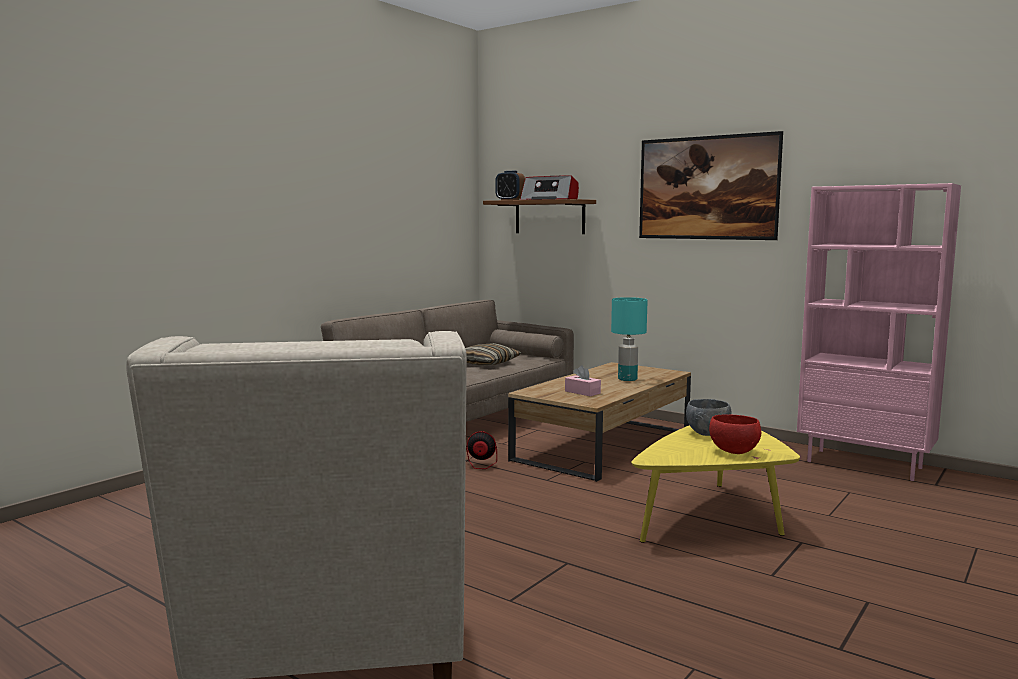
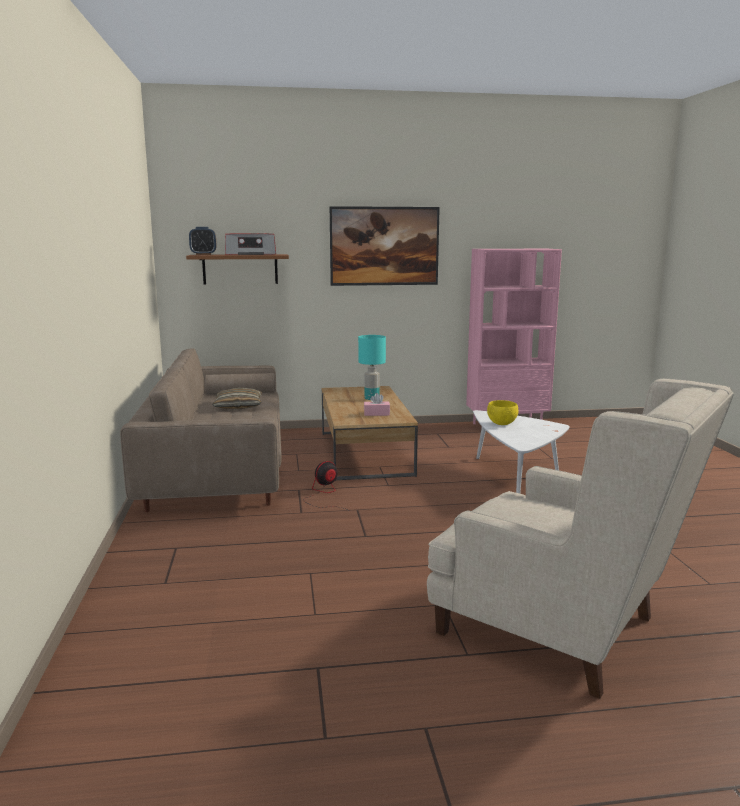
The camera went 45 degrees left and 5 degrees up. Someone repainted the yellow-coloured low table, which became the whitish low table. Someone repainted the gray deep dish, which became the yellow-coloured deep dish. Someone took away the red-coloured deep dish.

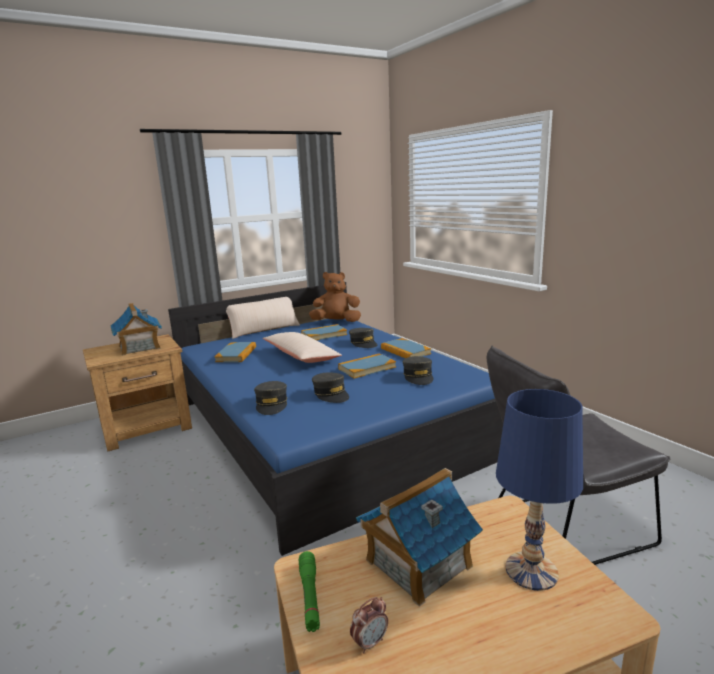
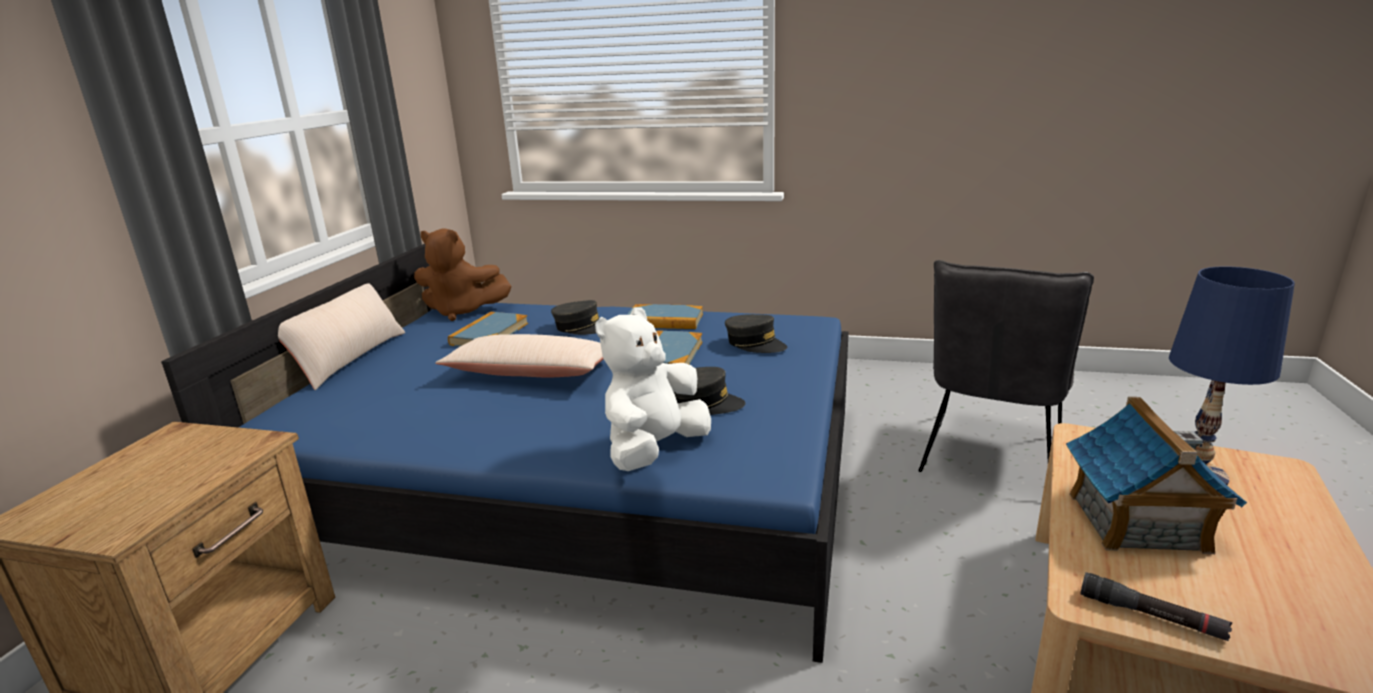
The camera went 45 degrees left and 5 degrees up. Someone took away the miniature house (no. 1 from left). Someone took away the bound book (no. 1 from left). Someone swapped the gray cap (no. 1 from left) for the whitish cuddly toy. Someone repainted the green-coloured torch, which became the blackish torch. Someone rotated the brownish cuddly toy by 120 degrees counterclockwise. Someone took away the table clock.

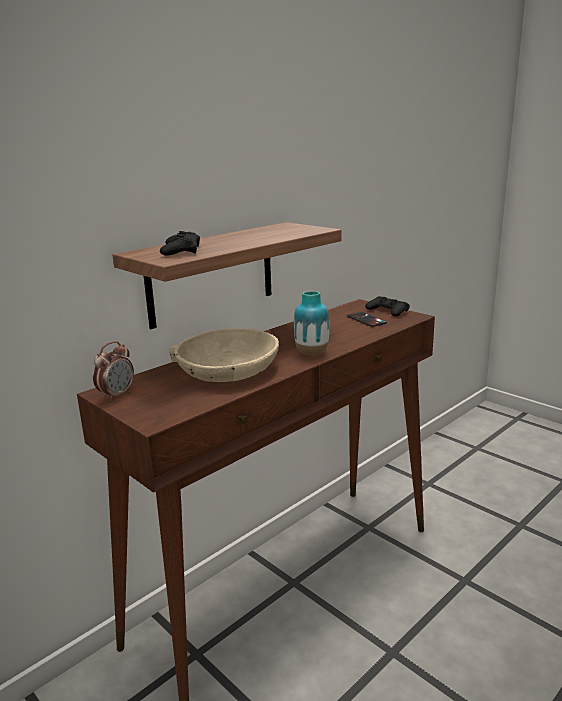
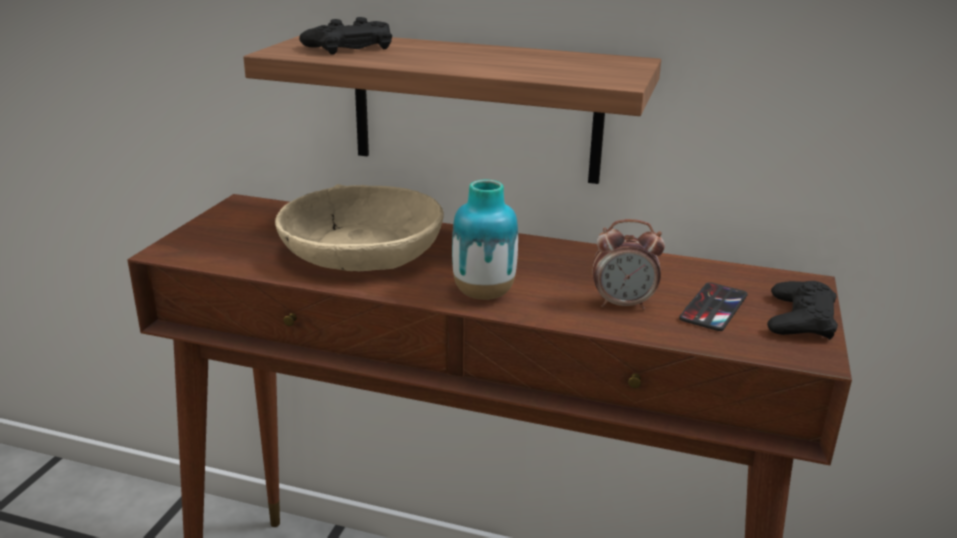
The camera went 60 degrees right and 5 degrees up. Someone carried the table clock.

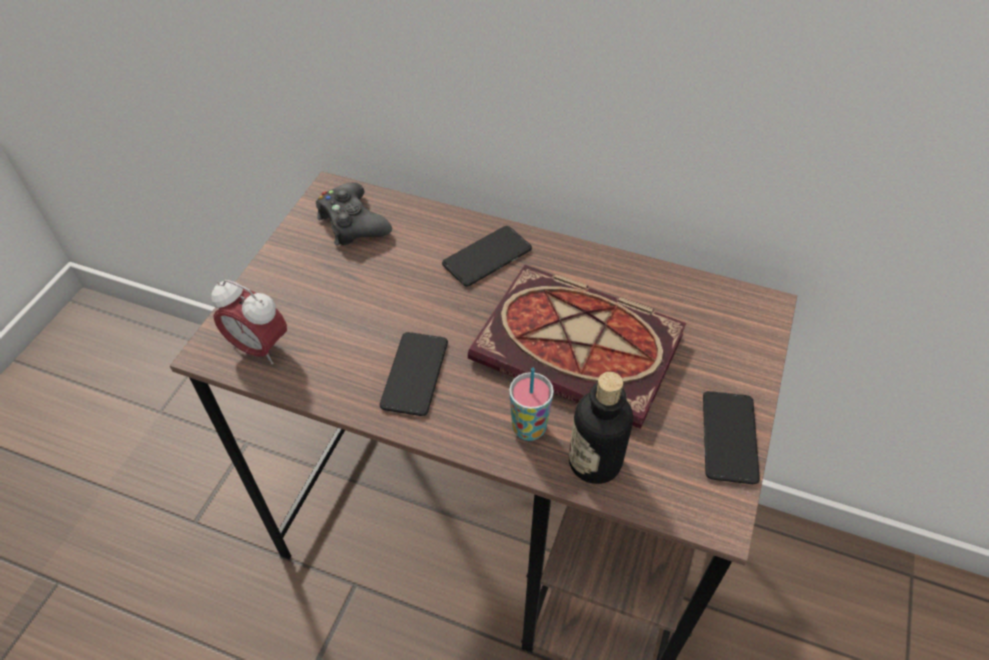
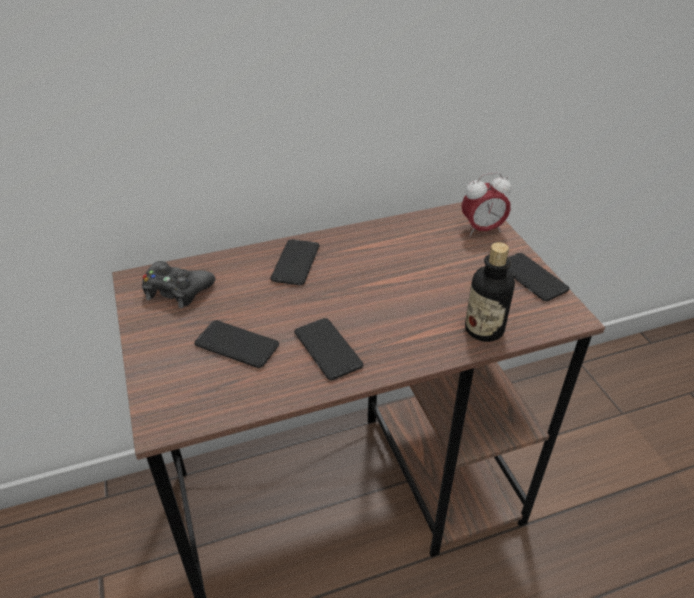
The camera went 40 degrees left and 10 degrees down. Someone carried the table clock. Someone took away the bound book. Someone took away the cup. Someone put down the handset (no. 1 from left).

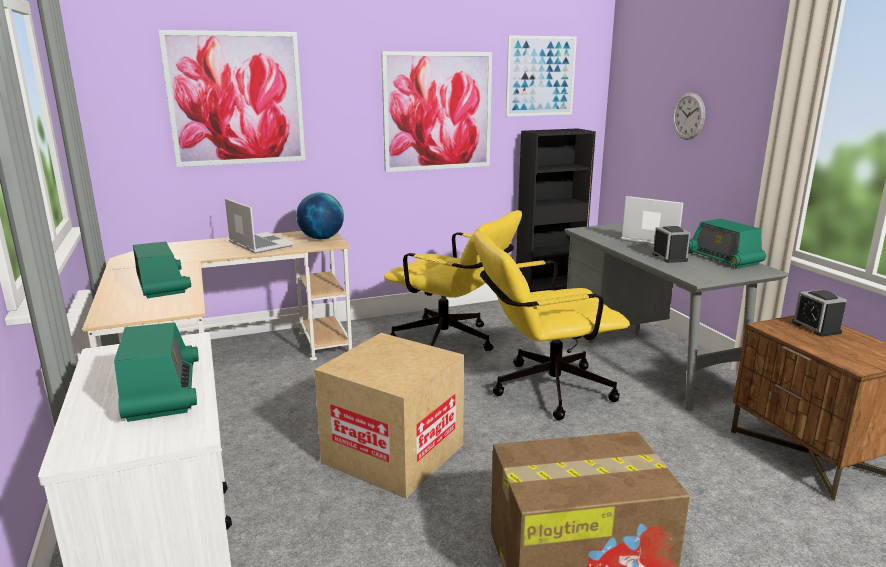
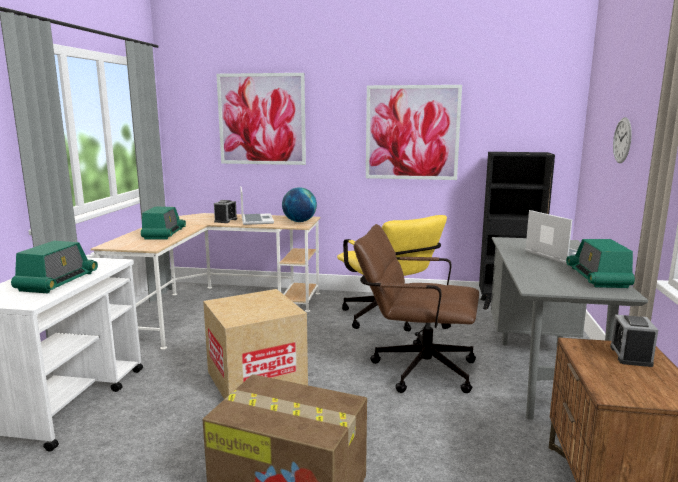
The camera went 30 degrees right and 5 degrees down. Someone repainted the yellow-coloured office chair (no. 2 from left), which became the brownish office chair. Someone took away the picture (no. 3 from left). Someone carried the table clock (no. 1 from left).

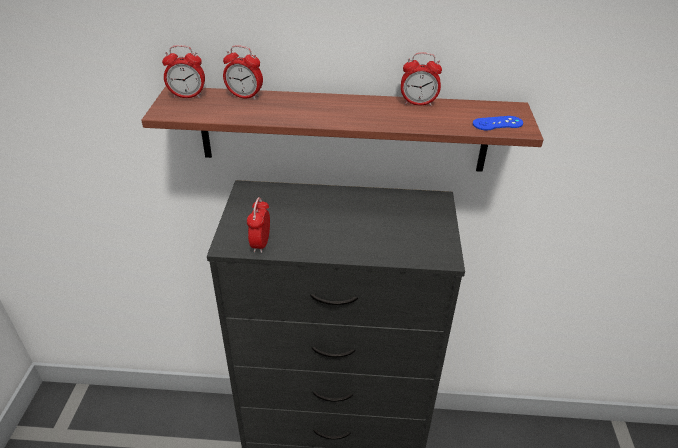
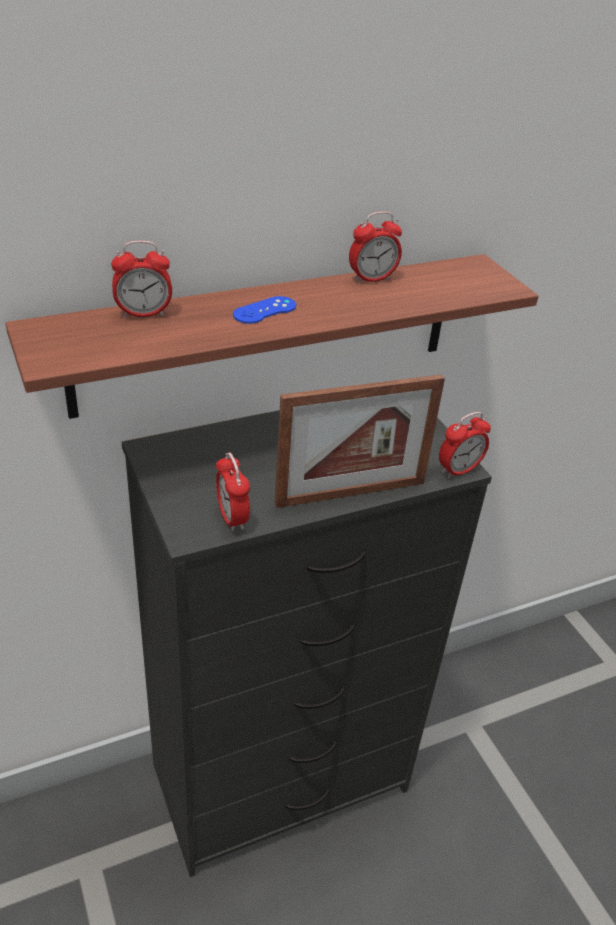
The camera went 30 degrees left and 0 degrees up. Someone carried the table clock (no. 1 from left in the first image). Someone carried the blue-coloured joypad. Someone put down the standing frame.

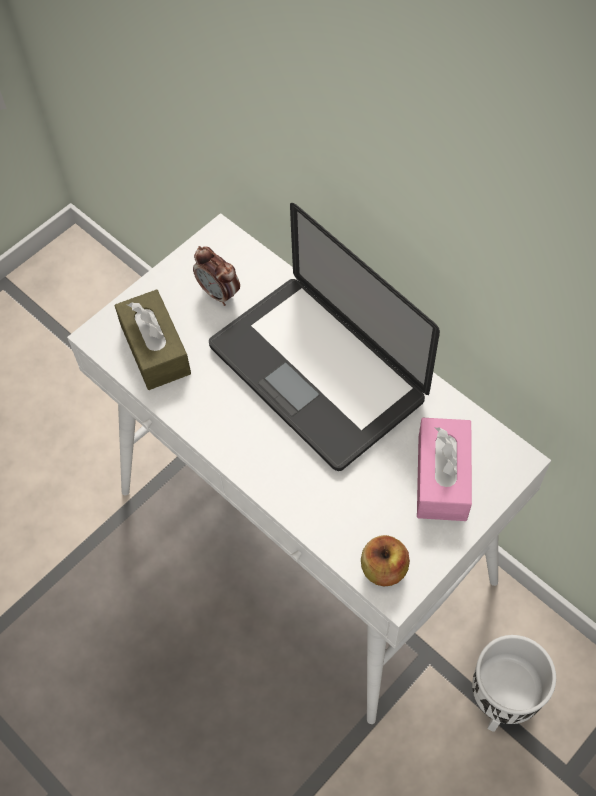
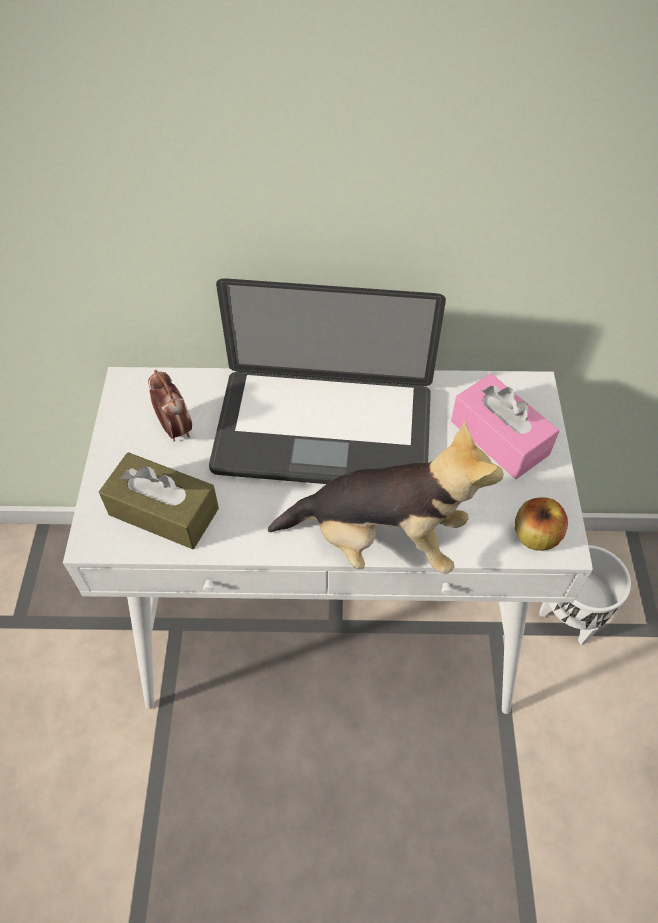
The camera went 45 degrees left and 5 degrees down. Someone rotated the table clock by 120 degrees counterclockwise. Someone put down the cuddly toy.

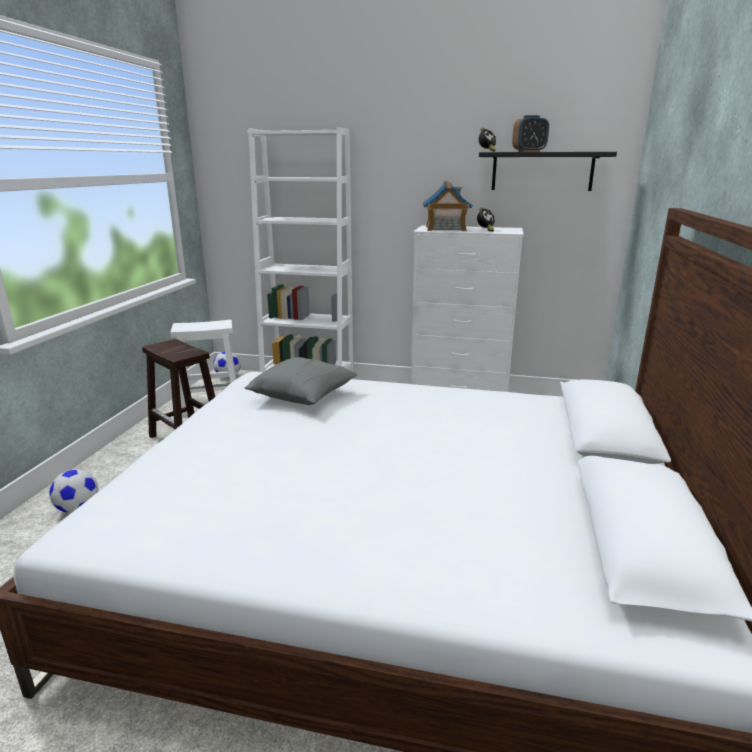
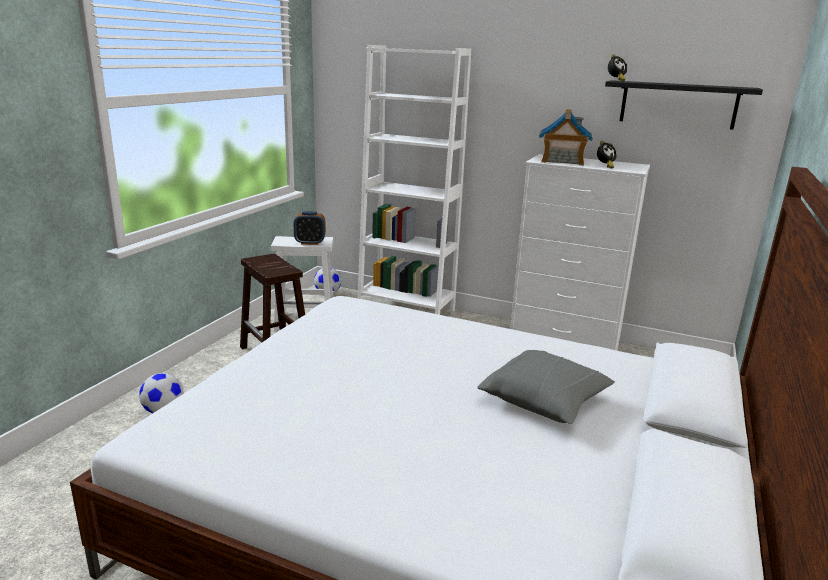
The camera went 10 degrees right and 0 degrees up. Someone carried the gray pillow. Someone carried the table clock (no. 3 from left in the first image).

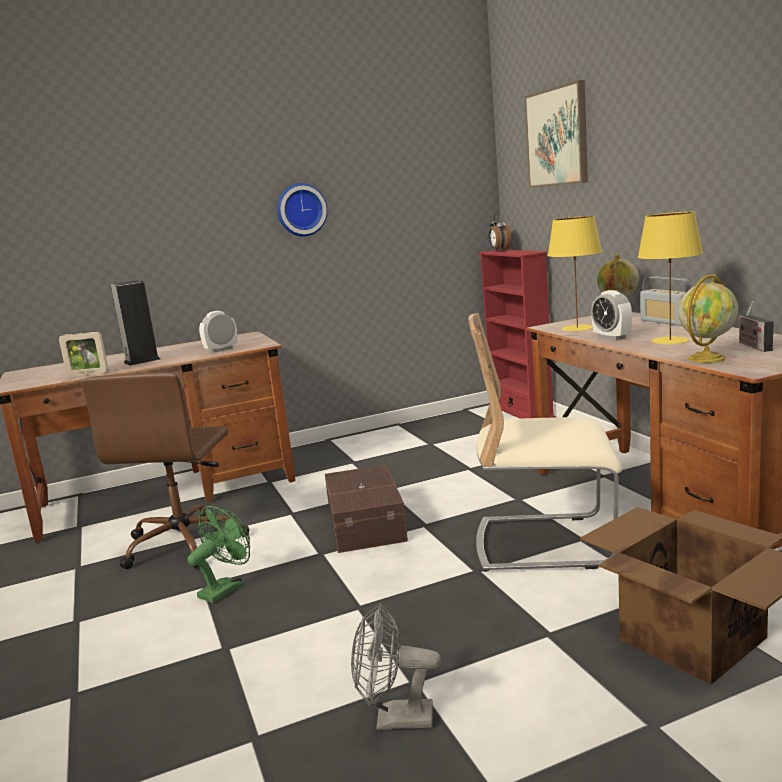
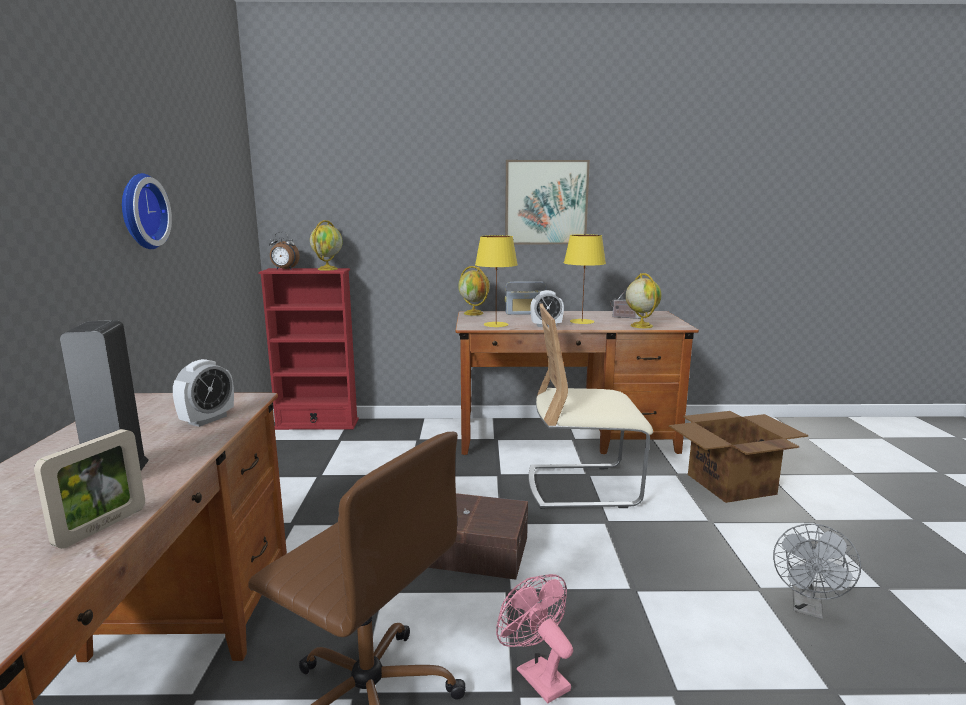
The camera went 70 degrees left and 0 degrees up. Someone repainted the green-coloured cooling fan, which became the pink cooling fan. Someone rotated the table clock (no. 1 from left) by 135 degrees counterclockwise. Someone rotated the sand-coloured chair by 60 degrees clockwise. Someone carried the picture. Someone put down the world globe (no. 1 from left).

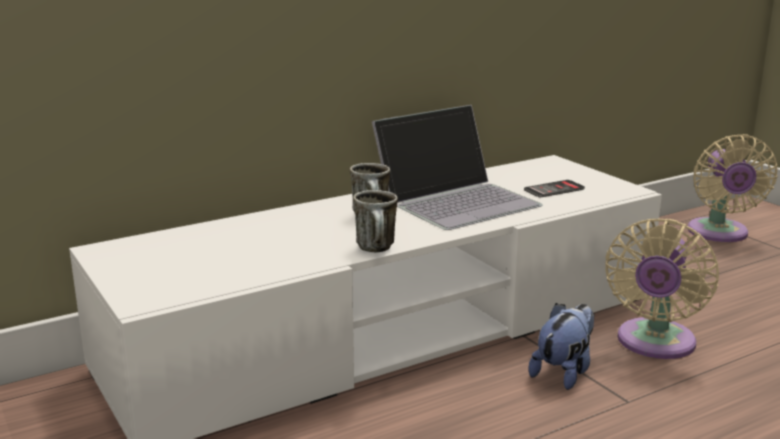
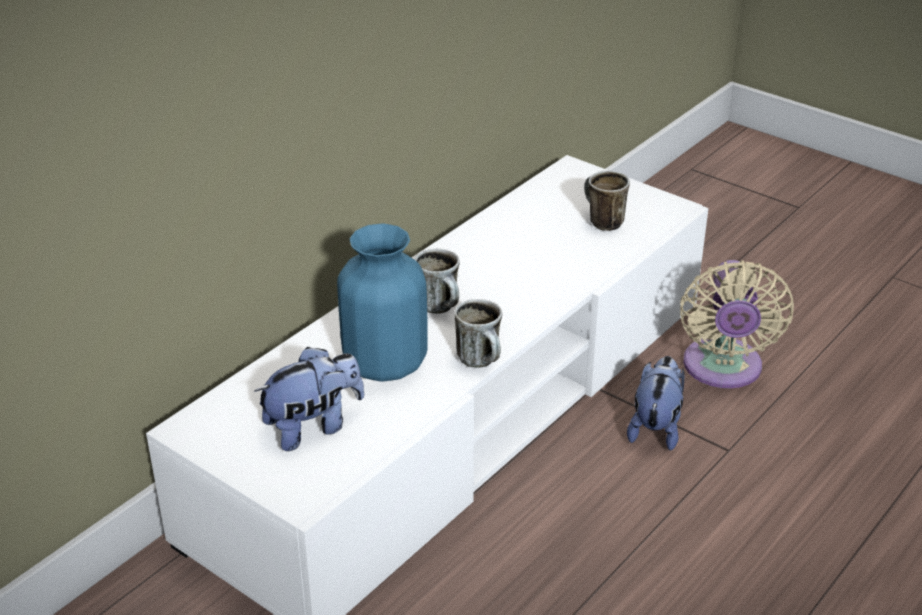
The camera went 20 degrees left and 15 degrees up. Someone took away the notebook computer. Someone swapped the handset for the tea mug (no. 3 from left). Someone took away the sand-coloured cooling fan (no. 2 from left). Someone put down the cuddly toy (no. 1 from left). Someone put down the blue-coloured vase.

